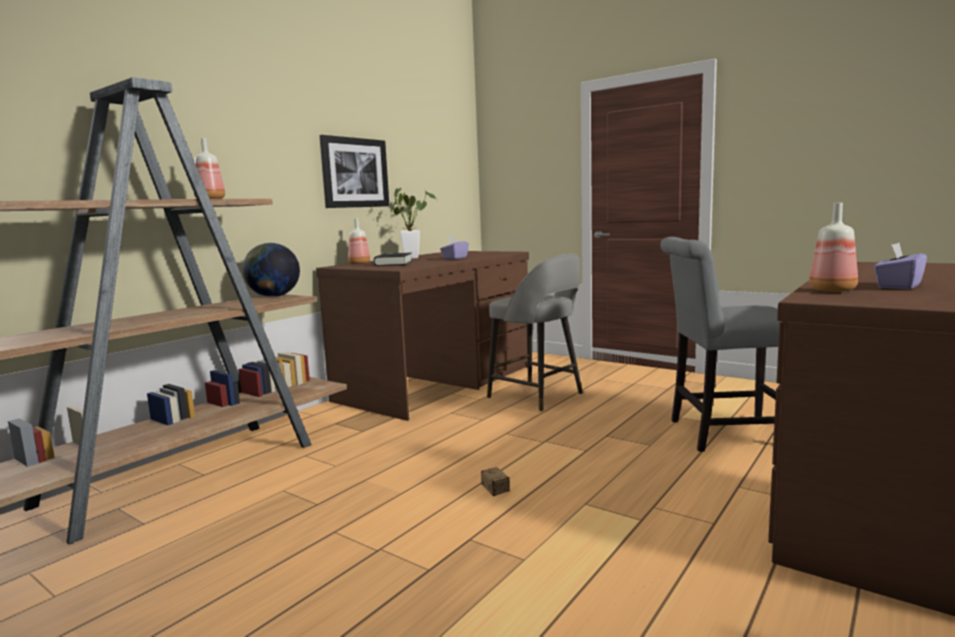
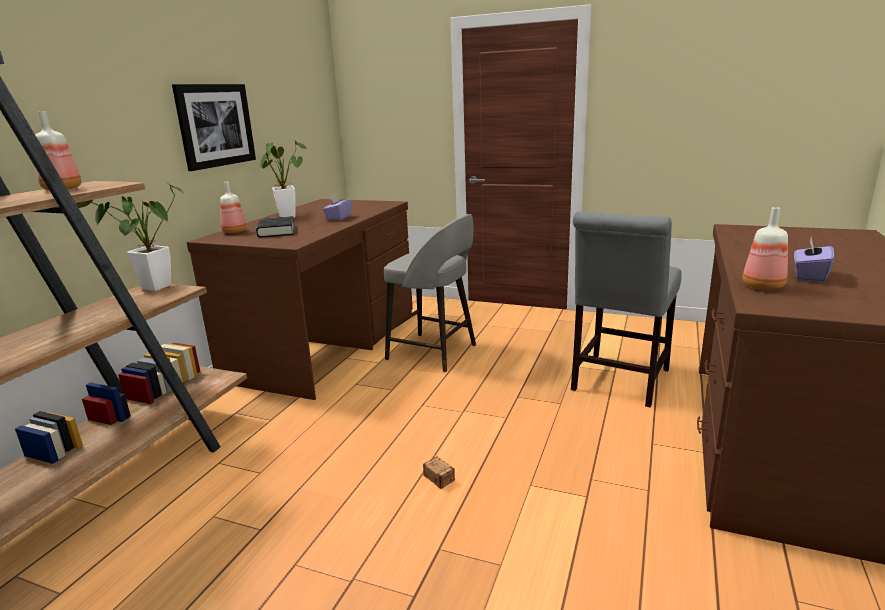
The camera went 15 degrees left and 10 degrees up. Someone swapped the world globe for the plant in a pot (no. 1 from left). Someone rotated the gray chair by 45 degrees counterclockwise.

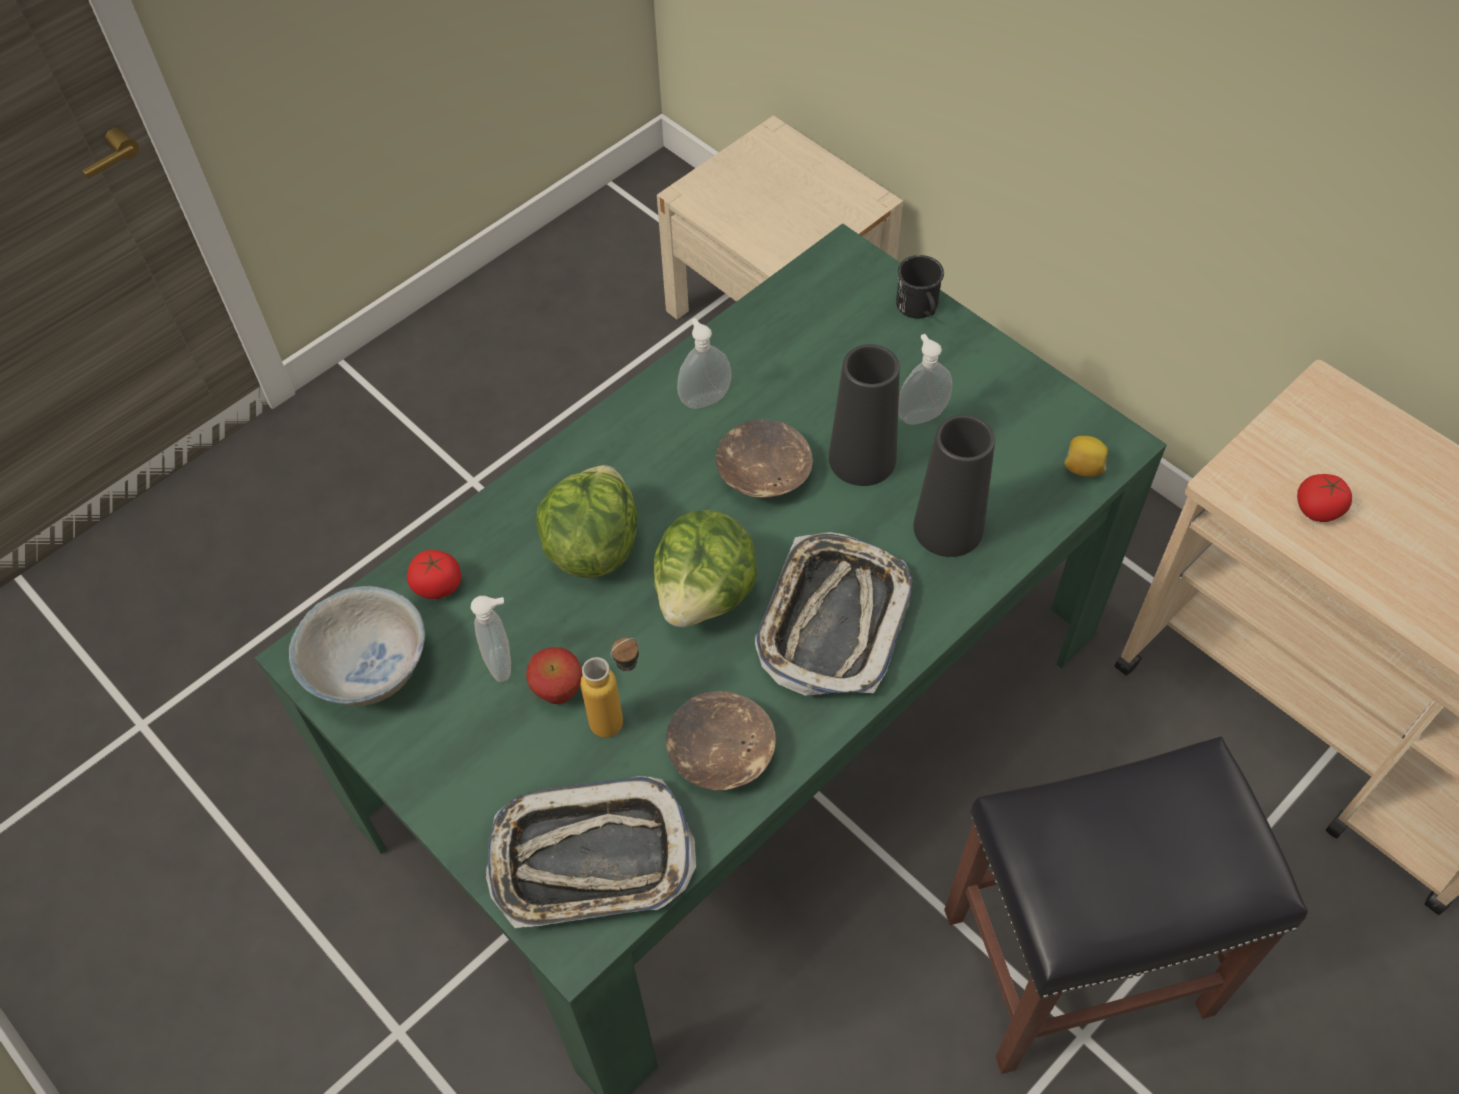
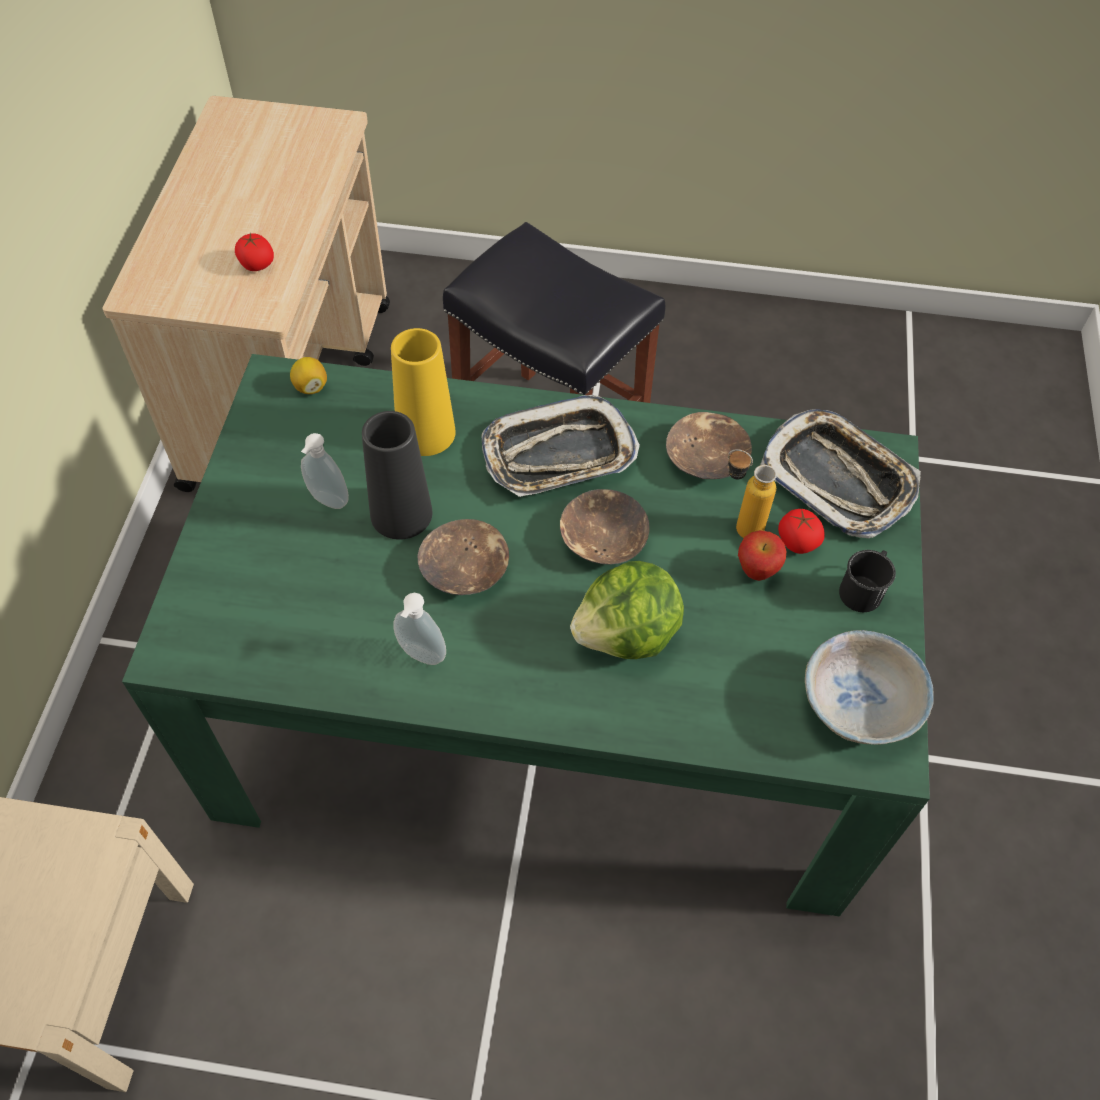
The camera went 130 degrees left and 0 degrees up. Someone carried the fresh tomato (no. 1 from left in the first image). Someone took away the soap dispenser (no. 1 from left). Someone swapped the lettuce head (no. 2 from left) for the brownish deep dish (no. 2 from left). Someone carried the blackish tea mug. Someone repainted the blackish vase (no. 2 from left), which became the yellow-coloured vase.

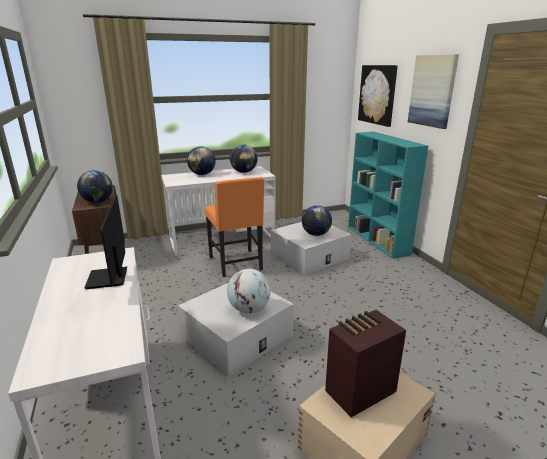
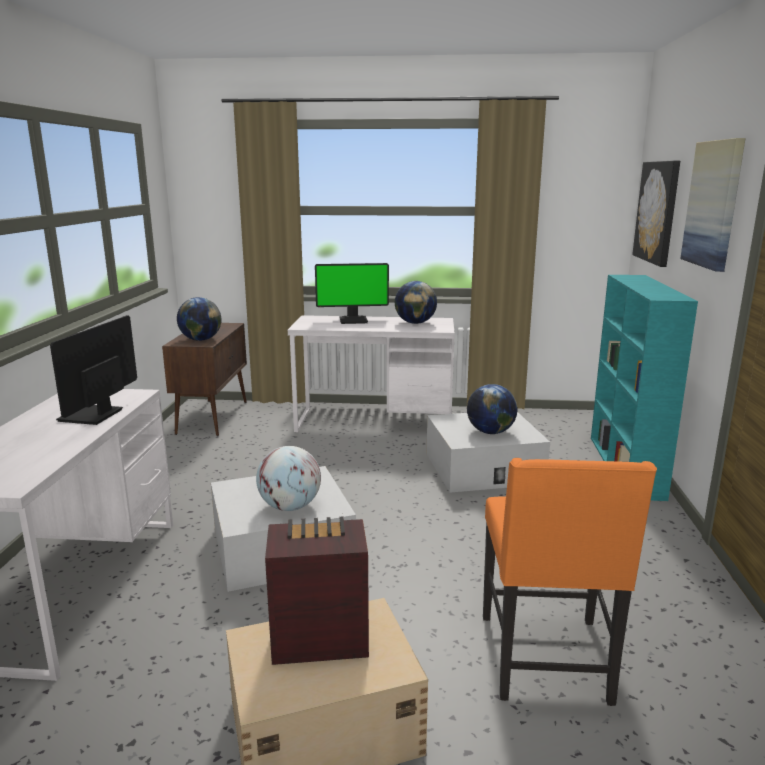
The camera went 25 degrees right and 5 degrees down. Someone swapped the world globe (no. 2 from left) for the monitor (no. 2 from left). Someone carried the orange-coloured chair.

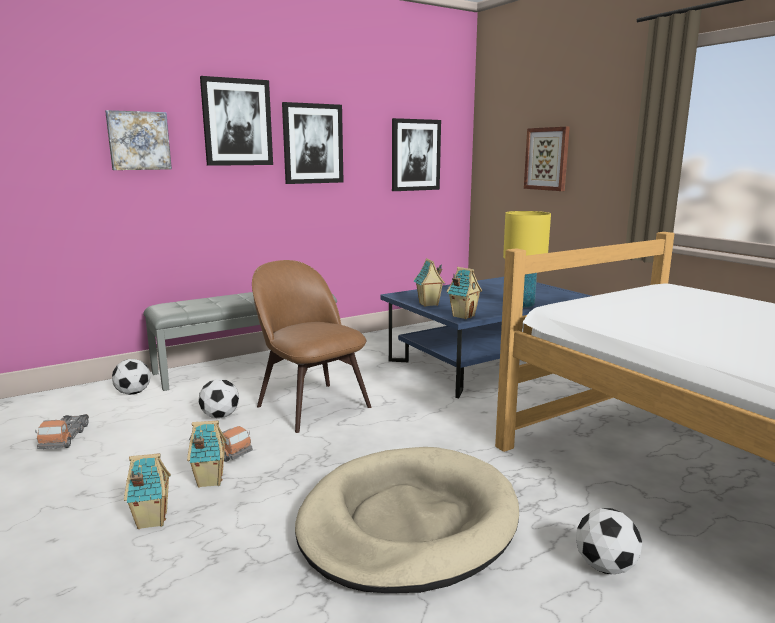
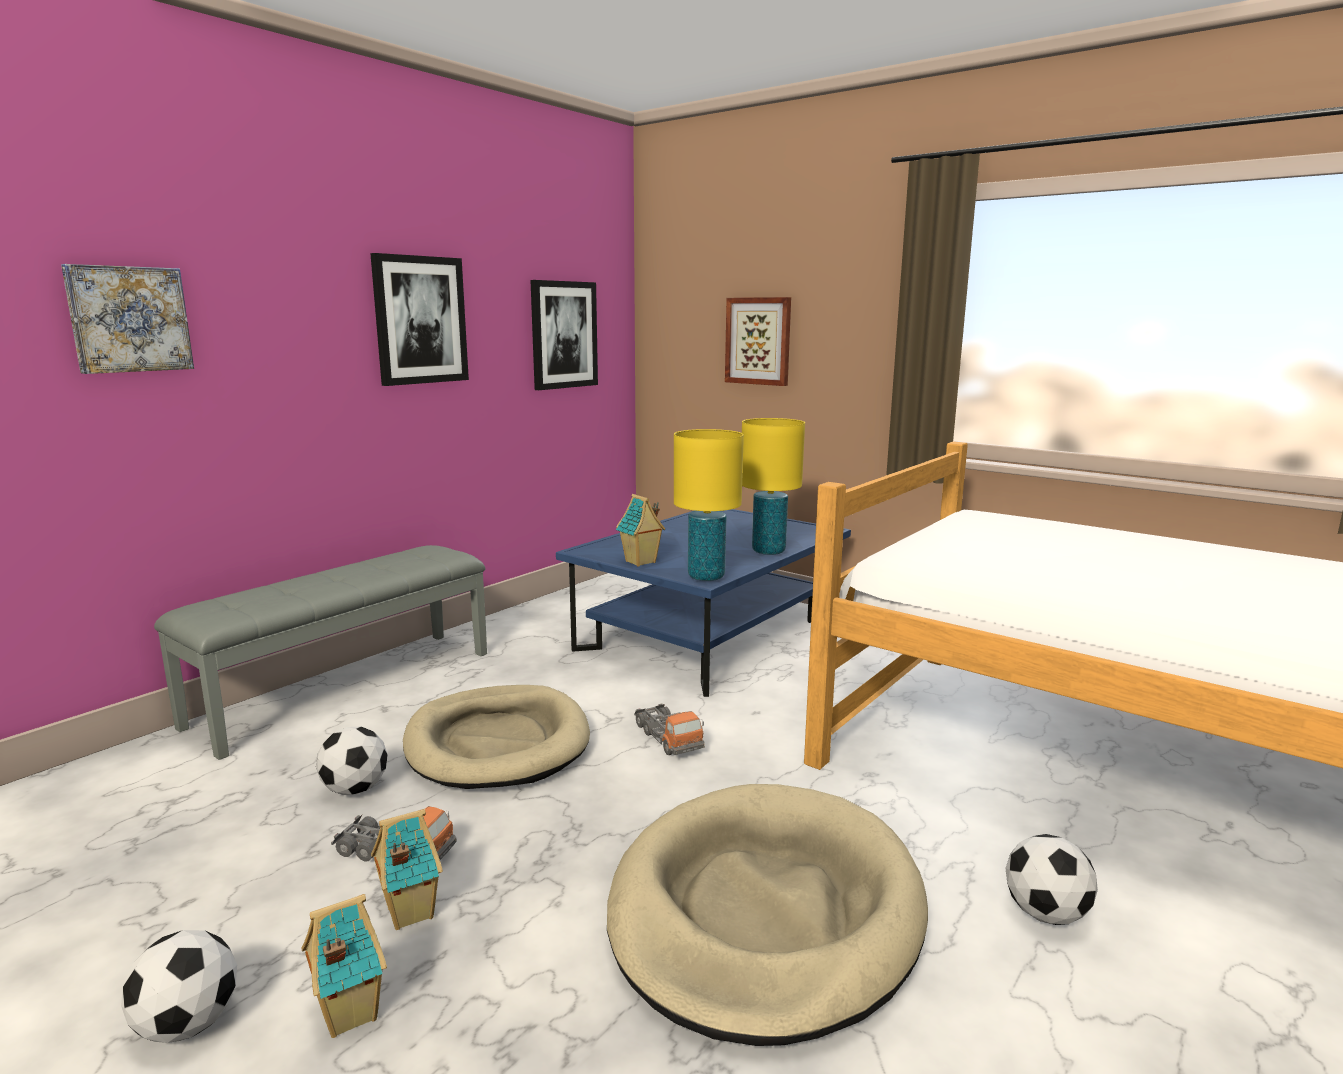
The camera went 20 degrees left and 0 degrees up. Someone carried the toy lorry (no. 1 from left in the first image). Someone carried the football ball (no. 1 from left). Someone took away the picture (no. 2 from left). Someone swapped the brownish chair for the sand-coloured pet bed (no. 1 from left). Someone swapped the miniature house (no. 4 from left) for the yellow-coloured table lamp (no. 1 from left).

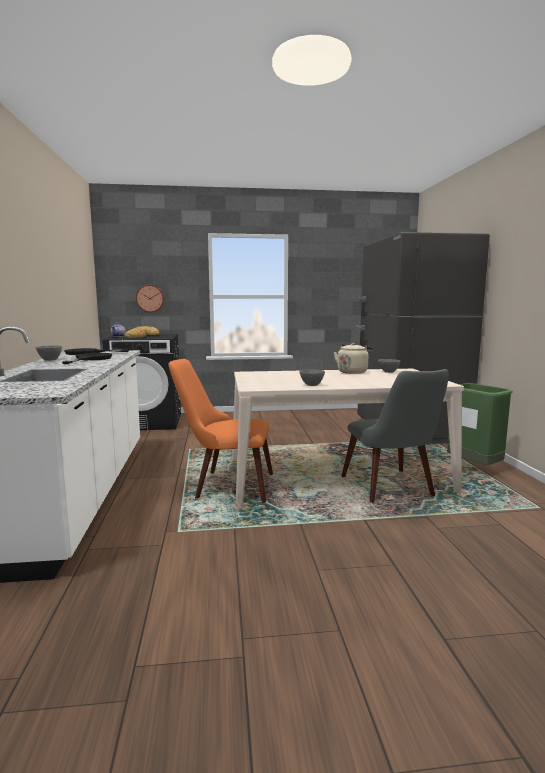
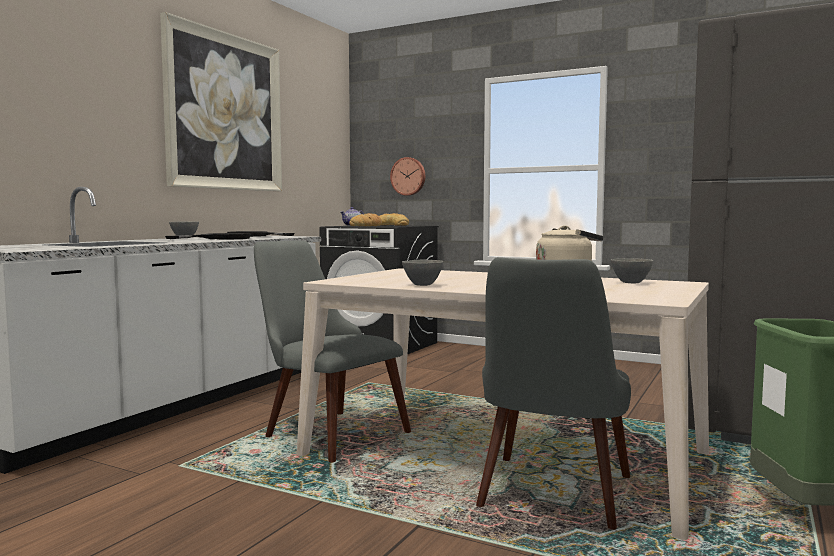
The camera went 35 degrees right and 5 degrees down. Someone repainted the orange-coloured chair, which became the gray chair (no. 1 from left). Someone put up the picture.

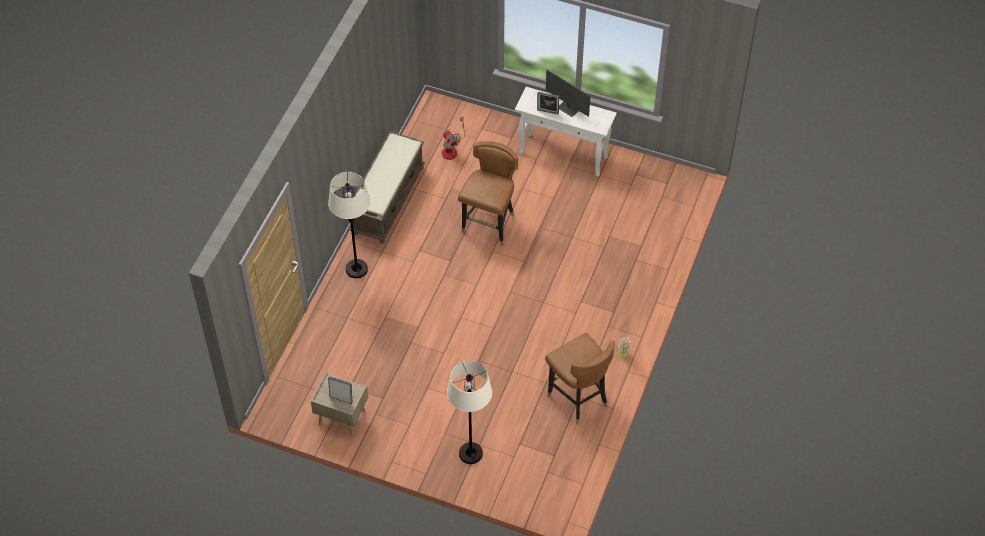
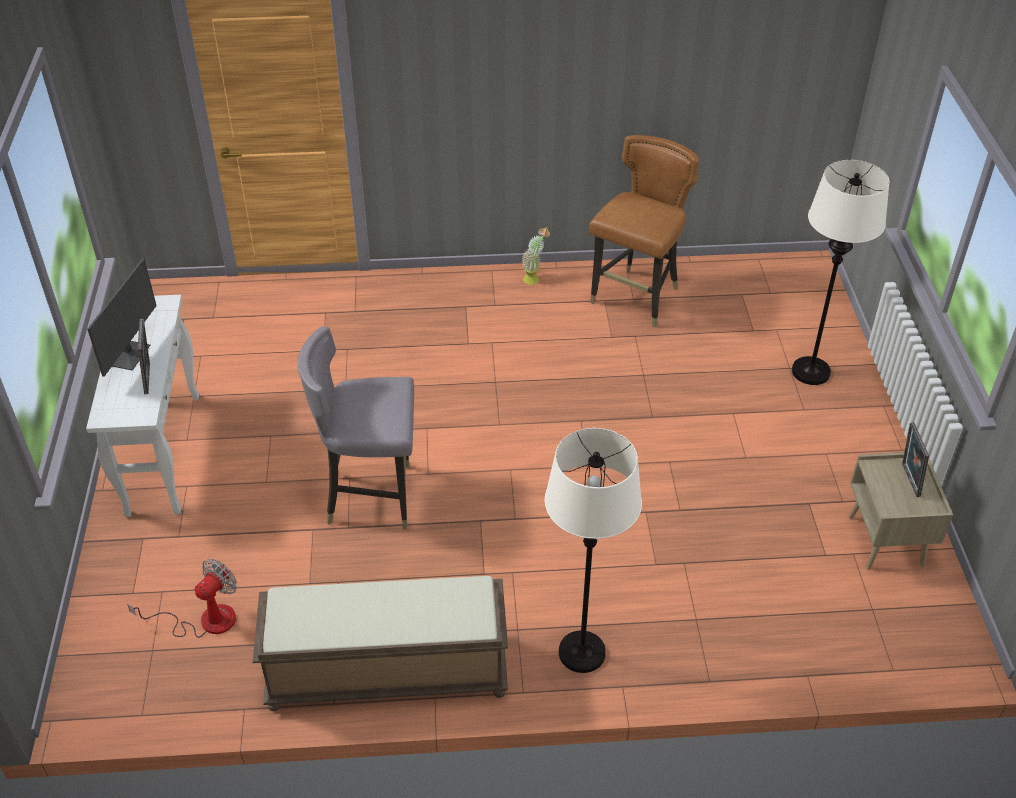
The camera went 115 degrees left and 10 degrees down. Someone repainted the brownish chair (no. 1 from left), which became the gray chair.

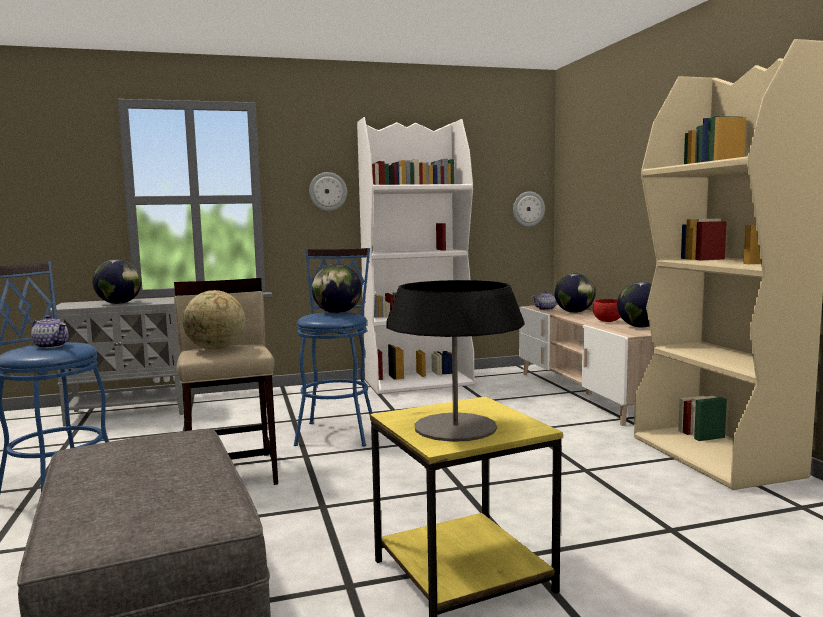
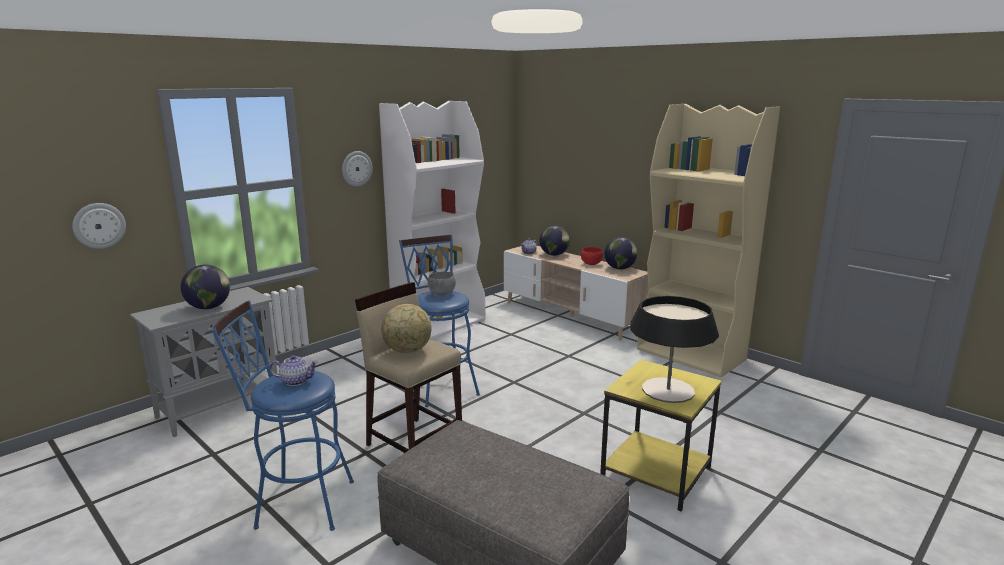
The camera went 30 degrees left and 10 degrees up. Someone swapped the world globe (no. 3 from left) for the gray deep dish. Someone carried the hanging clock (no. 2 from left in the first image).

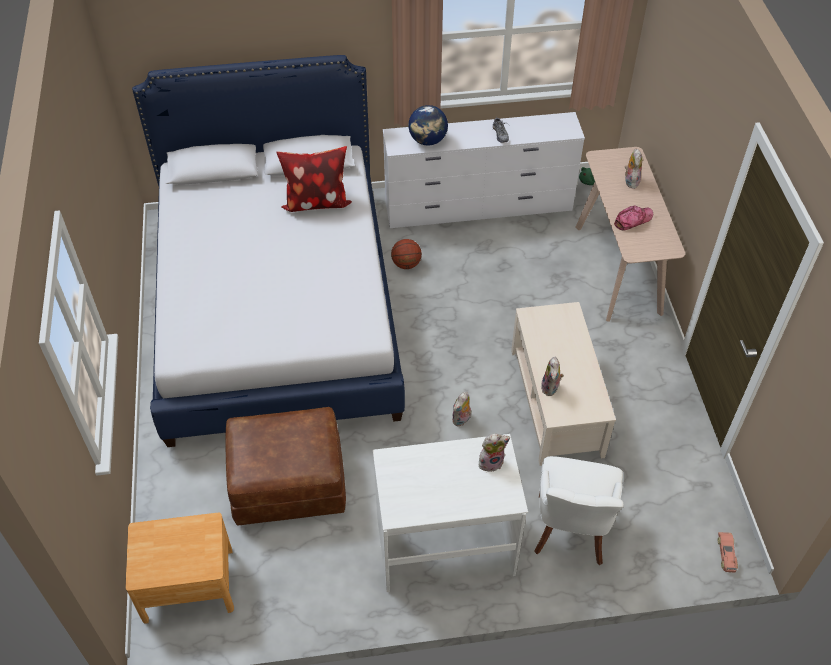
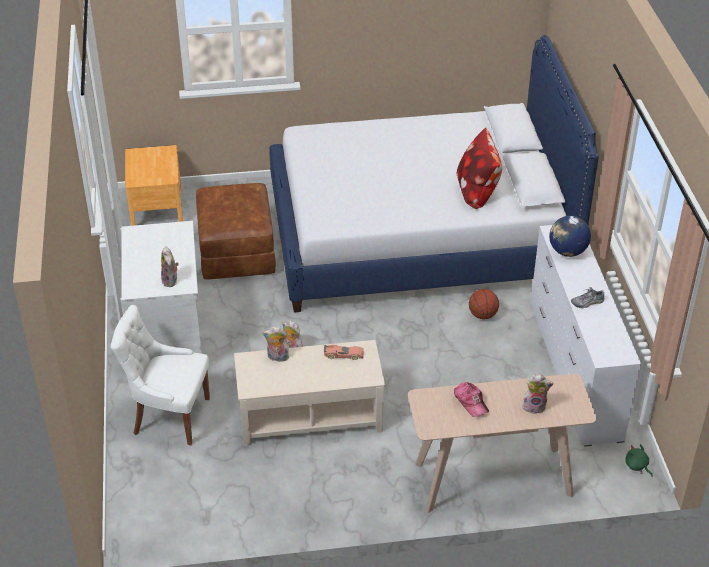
The camera went 90 degrees right and 10 degrees down. Someone carried the toy car.

